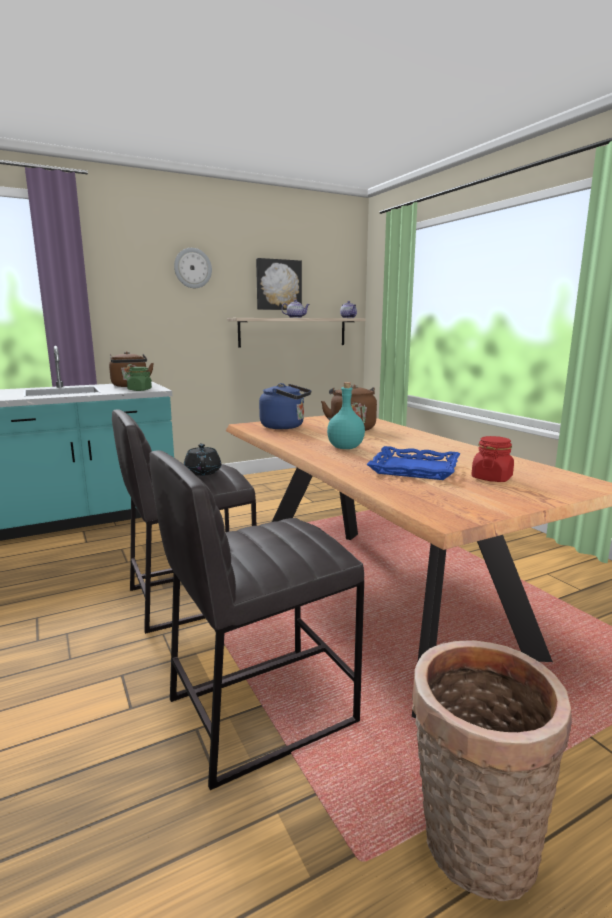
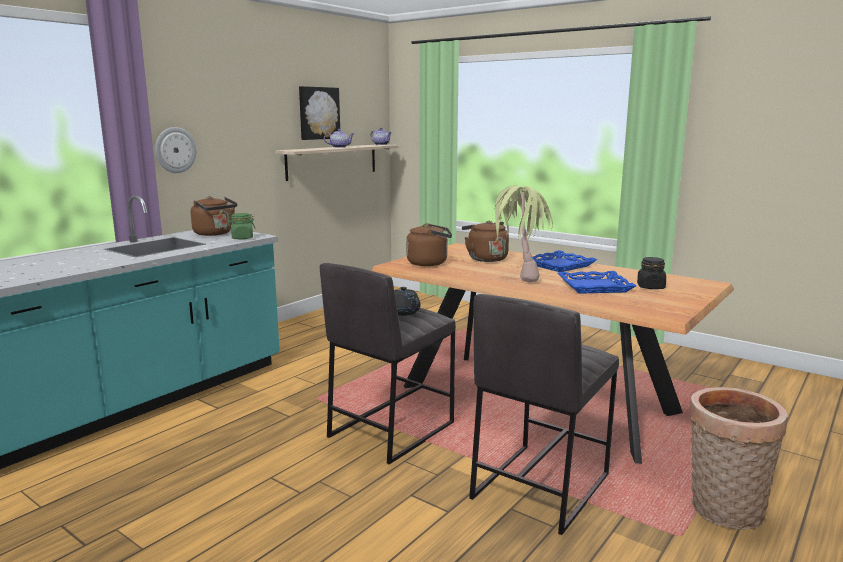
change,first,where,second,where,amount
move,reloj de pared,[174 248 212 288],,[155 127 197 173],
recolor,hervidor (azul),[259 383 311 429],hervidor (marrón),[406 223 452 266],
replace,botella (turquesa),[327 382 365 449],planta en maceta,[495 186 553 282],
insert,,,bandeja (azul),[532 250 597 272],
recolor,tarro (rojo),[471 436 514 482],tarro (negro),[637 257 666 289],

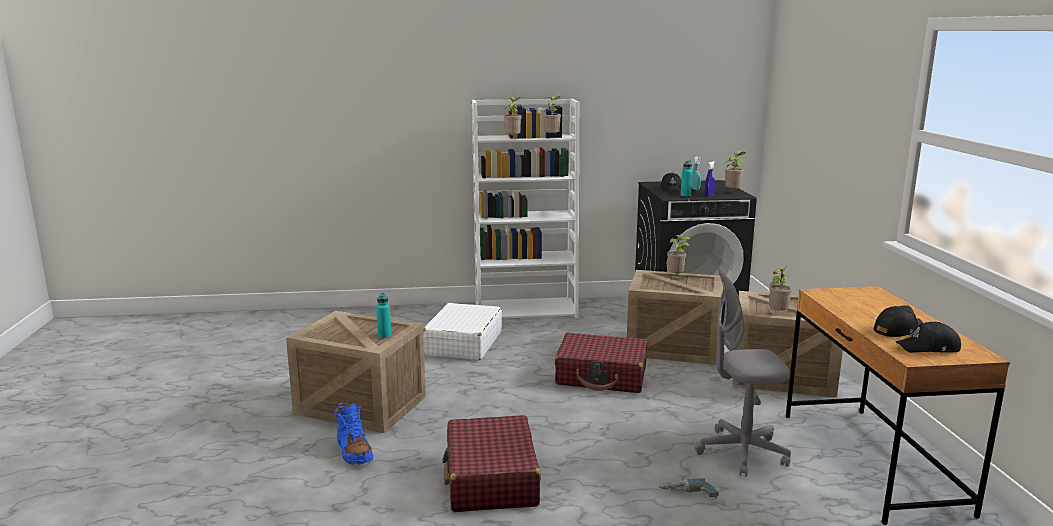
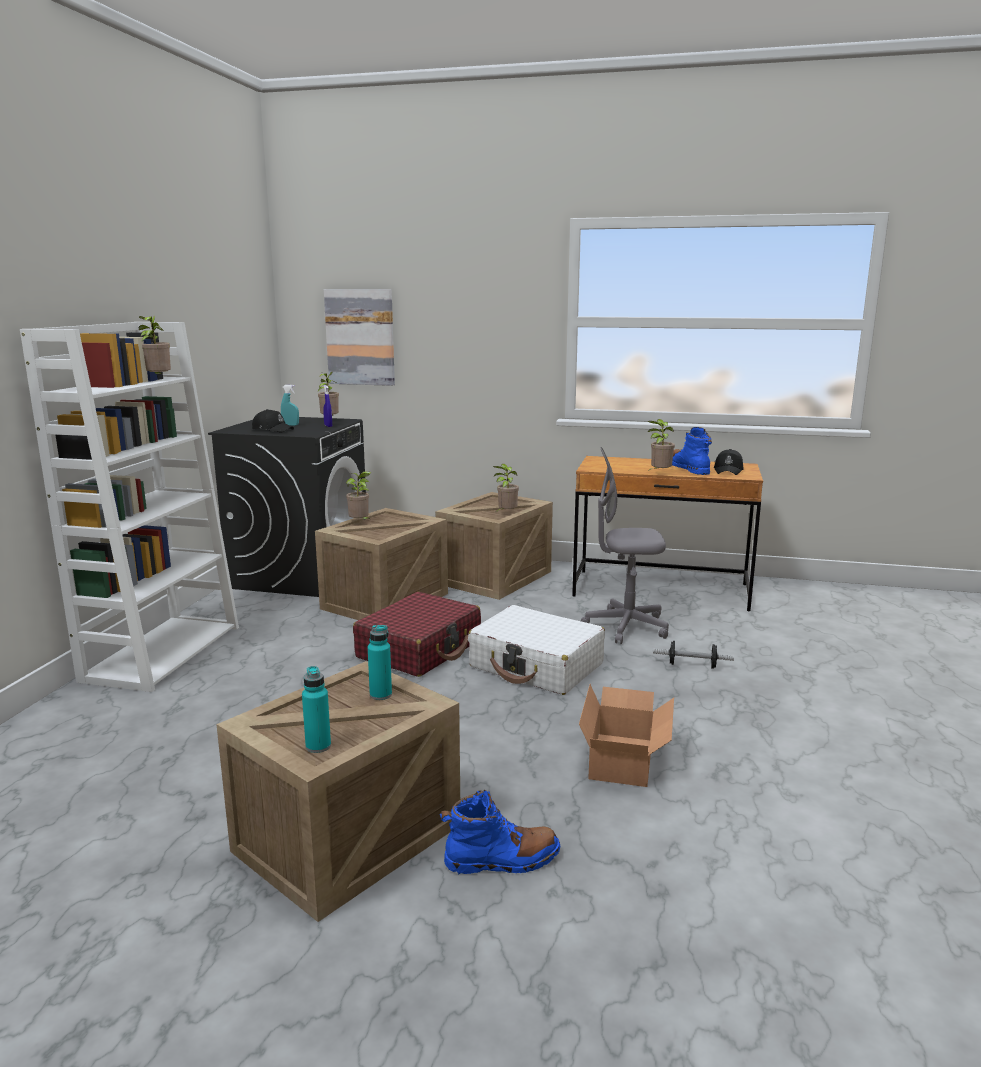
change,first,where,second,where,amount
move,botella (turquesa),[681 160 692 197],,[302 666 331 753],
insert,,,cuadro,[324 289 395 386],
move,maleta (blanco),[423 303 502 360],,[468 605 605 695],
replace,maleta (rojo),[442 415 541 512],caja de cartón,[579 684 674 787],
rotate,silla de oficina (gris),[695 269 791 476],,[581 447 669 644],75 degrees clockwise
move,planta en maceta,[503 97 522 137],,[647 419 675 471],
replace,taladro,[659 478 719 499],mancuerna,[653 641 734 669],
replace,gorra (negro),[874 305 923 337],bota (azul),[672 427 712 475],

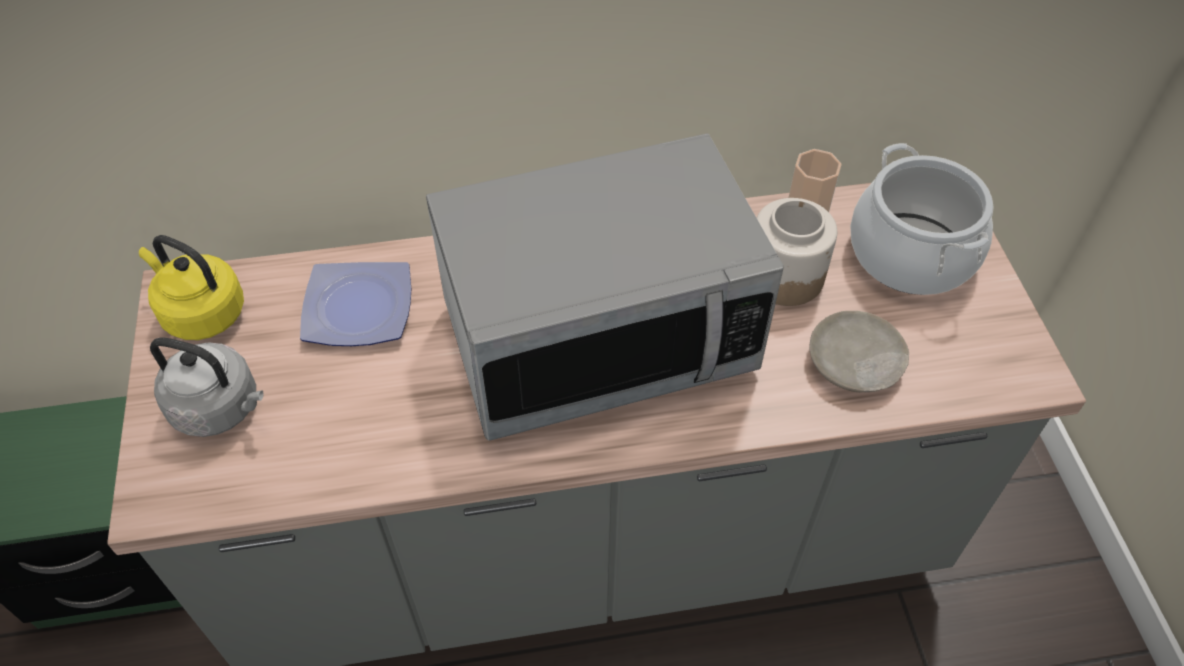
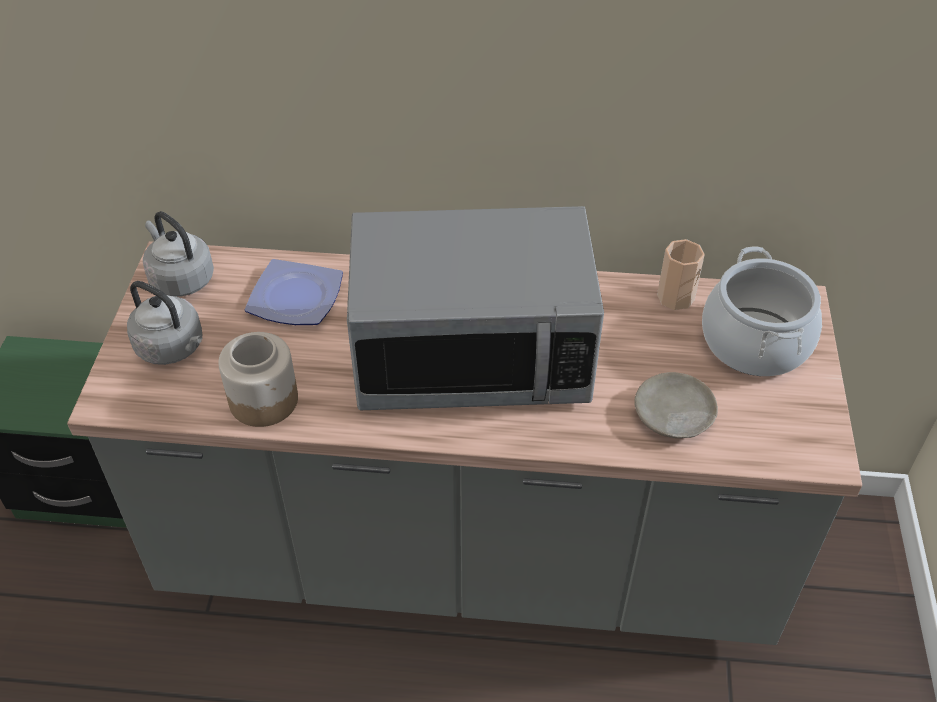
change,first,where,second,where,amount
recolor,hervidor (amarillo),[139 235 244 340],hervidor (gris),[143 211 214 297],
move,tarro,[757 198 837 306],,[218 332 298 427],

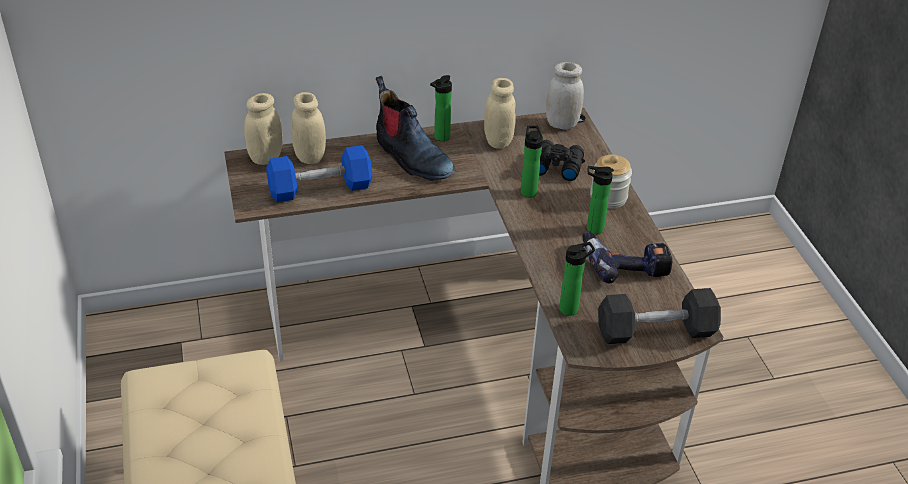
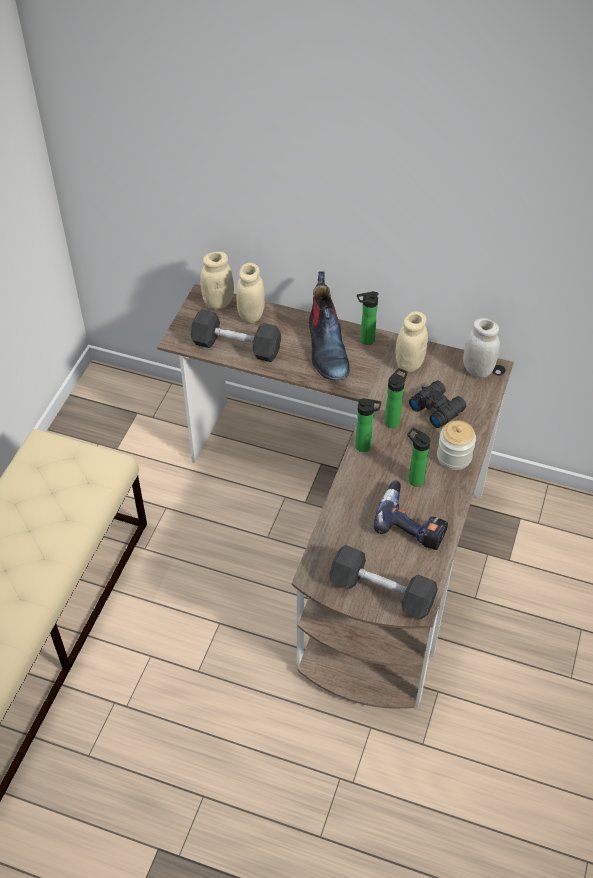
change,first,where,second,where,amount
recolor,mancuerna (azul),[267 145 373 202],mancuerna (gris),[191 309 282 362],
move,botella,[559 242 595 316],,[355 398 381 452],

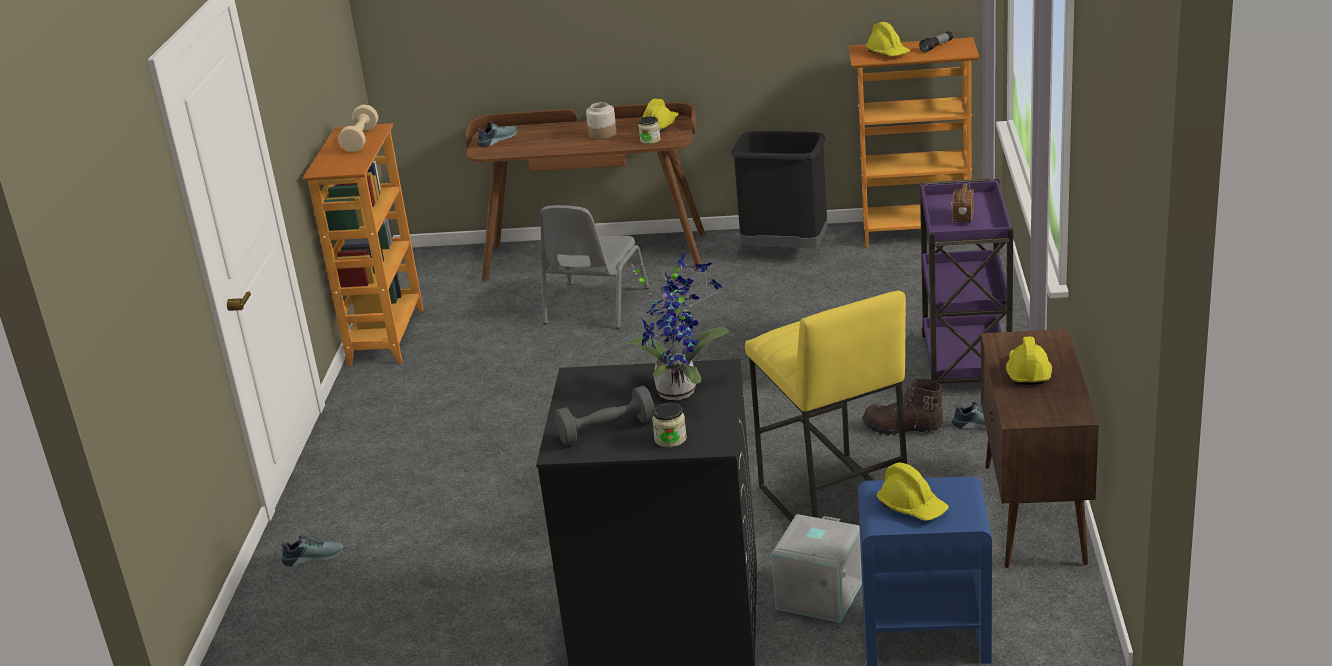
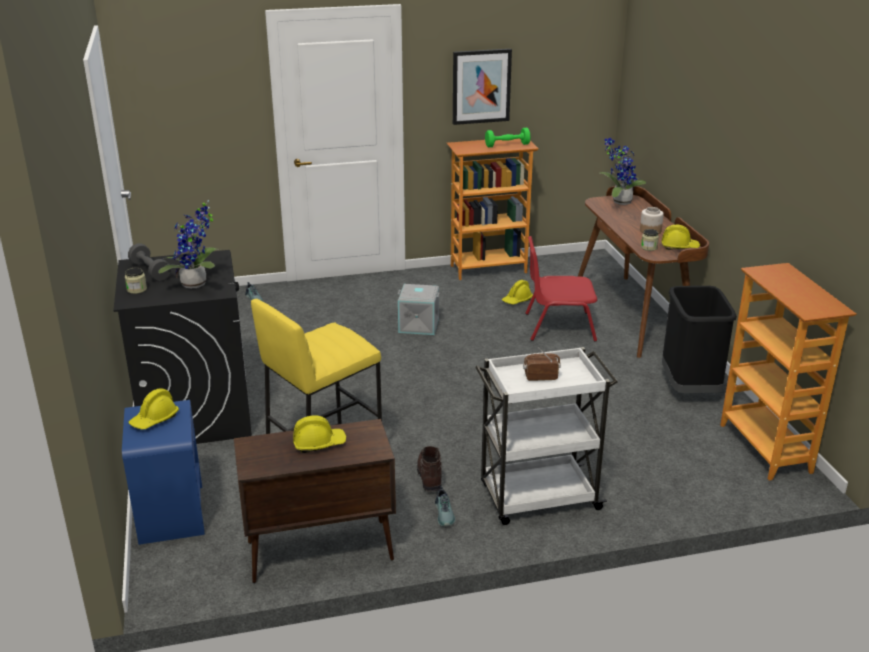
change,first,where,second,where,amount
move,caja de almacenaje (gris),[771 514 862 623],,[398 284 439 335],
insert,,,cuadro,[453 49 512 125],
recolor,carrito (morado),[920 178 1013 384],carrito (blanco),[475 347 618 525],
recolor,mancuerna (beis),[338 105 378 153],mancuerna (verde),[485 128 530 147],
move,casco (amarillo),[865 22 910 56],,[502 280 533 305],
recolor,silla (gris),[540 205 649 329],silla (rojo),[525 236 597 342],
replace,zapato,[477 121 517 147],planta en maceta,[600 138 646 205],
delete,linterna,[919 31 953 52],,,

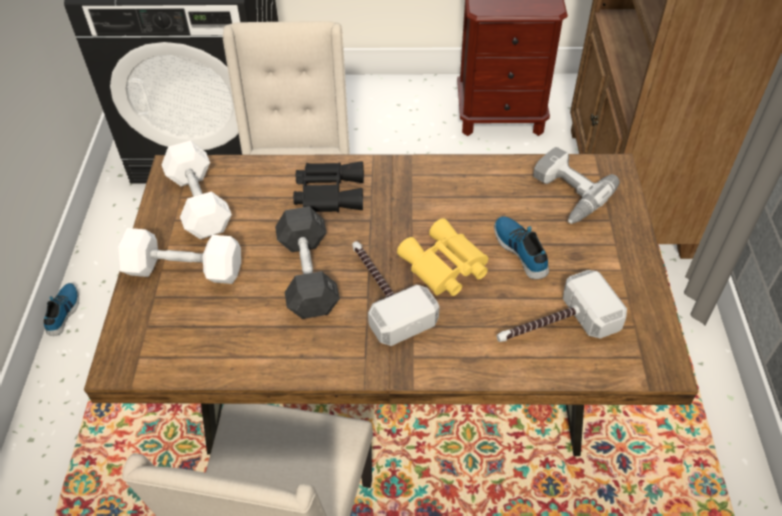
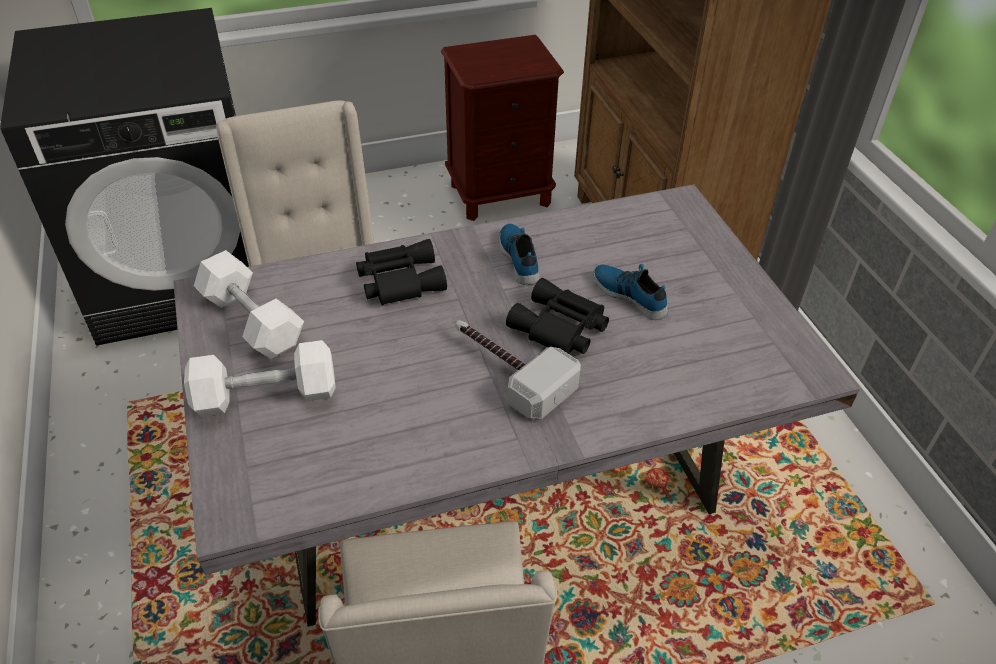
change,first,where,second,where,amount
recolor,mesa de comedor (marrón),[84 154 698 456],mesa de comedor (gris),[173 184 860 627],
move,zapato,[44 283 79 336],,[499 224 540 285],
recolor,prismáticos (amarillo),[397 218 488 296],prismáticos (negro),[506 278 609 354],
delete,mancuerna (gris),[275 206 340 319],,,
delete,martillo,[497 270 627 342],,,
delete,taladro,[533 147 620 224],,,

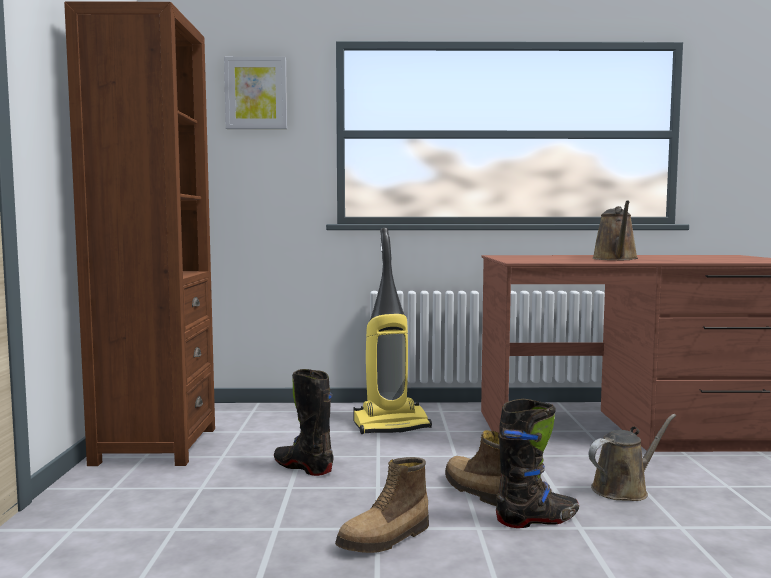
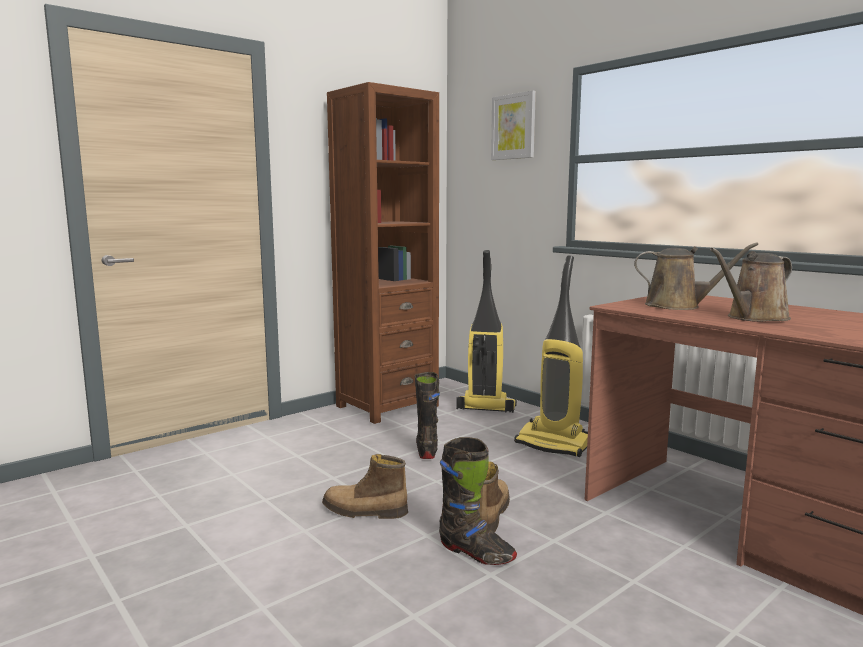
change,first,where,second,where,amount
insert,,,aspiradora,[456 250 517 413],
move,regadera (marrón),[589 414 676 501],,[634 242 758 310],

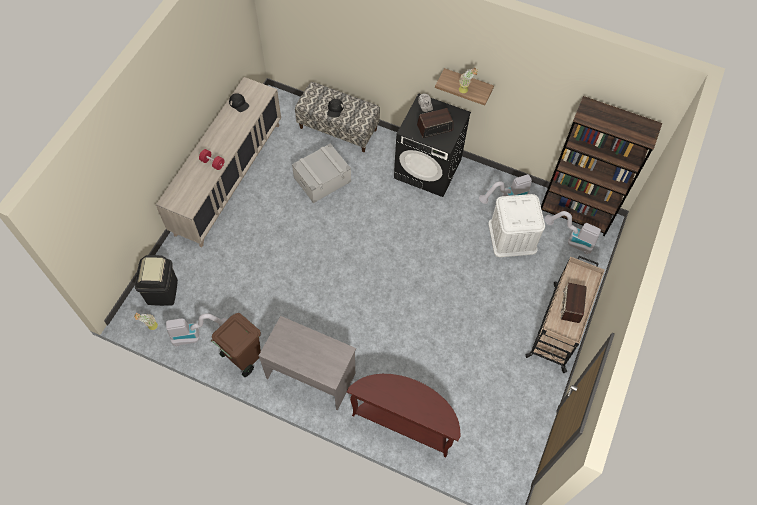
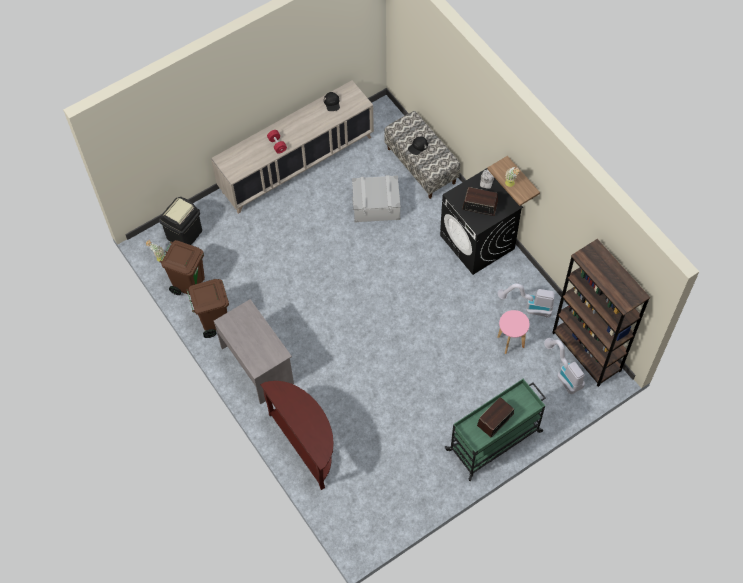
change,first,where,second,where,amount
replace,aspiradora,[166 314 228 346],papelera (marrón),[160 240 205 295],
recolor,carrito (beis),[525 256 605 373],carrito (verde),[445 379 546 481],
replace,caja de almacenaje (blanco),[488 194 545 257],taburete (rosa),[497 310 530 354],

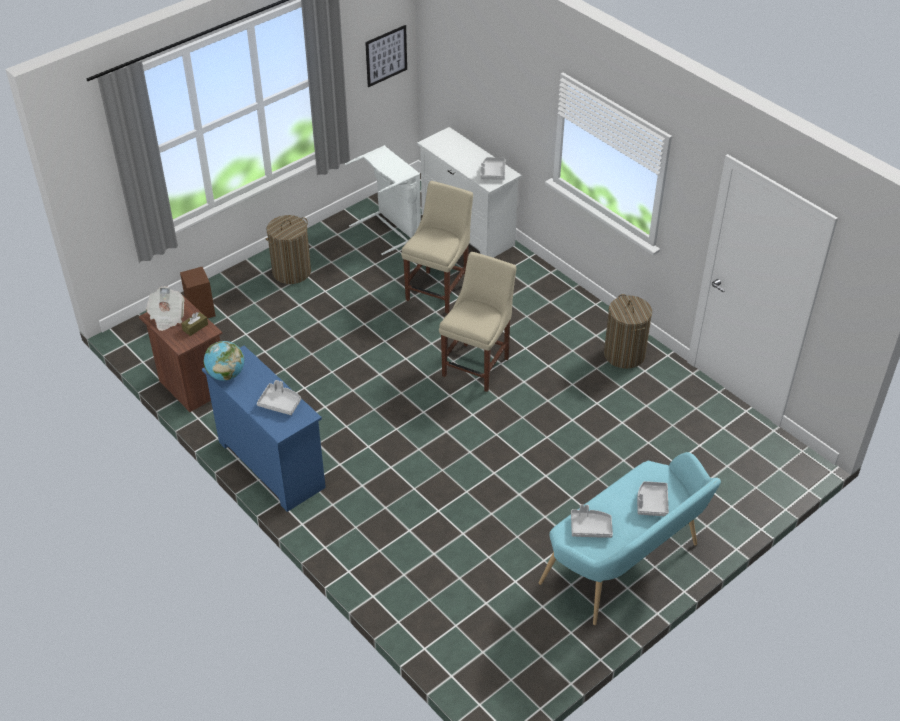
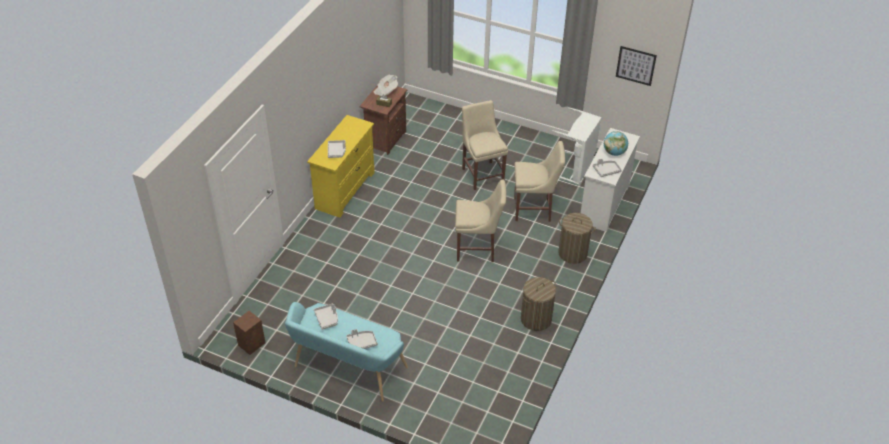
change,first,where,second,where,amount
move,altavoz (marrón),[180 267 216 318],,[233 311 265 355],
recolor,cómoda (azul),[202 345 326 512],cómoda (amarillo),[307 115 375 218],
insert,,,silla (beis),[462 100 508 190],
move,cesto de la ropa,[266 215 311 284],,[558 213 596 264],
move,globo terráqueo,[204 341 244 381],,[604 131 628 156],

